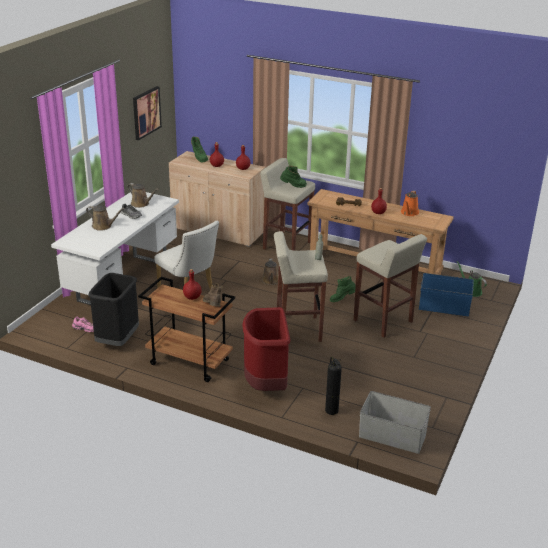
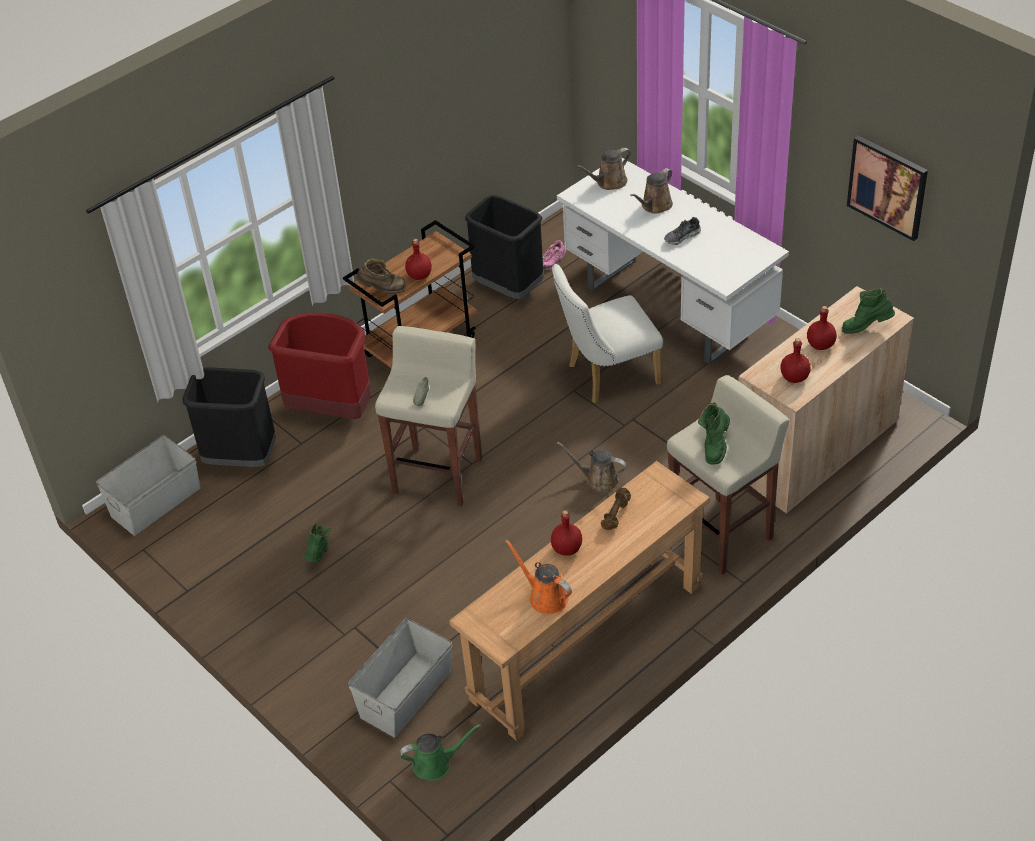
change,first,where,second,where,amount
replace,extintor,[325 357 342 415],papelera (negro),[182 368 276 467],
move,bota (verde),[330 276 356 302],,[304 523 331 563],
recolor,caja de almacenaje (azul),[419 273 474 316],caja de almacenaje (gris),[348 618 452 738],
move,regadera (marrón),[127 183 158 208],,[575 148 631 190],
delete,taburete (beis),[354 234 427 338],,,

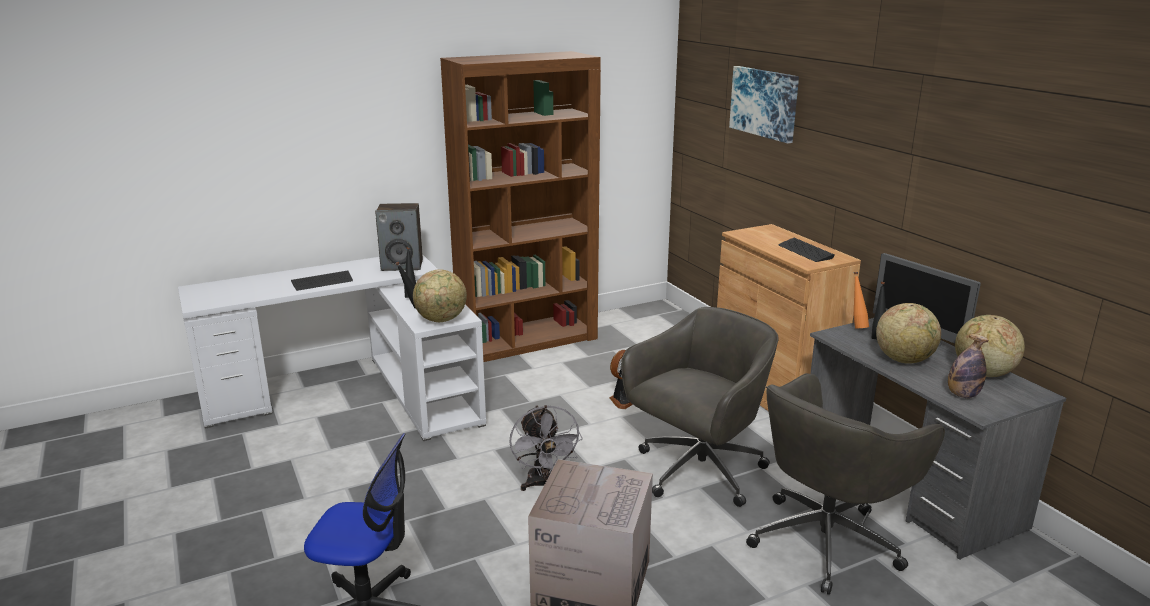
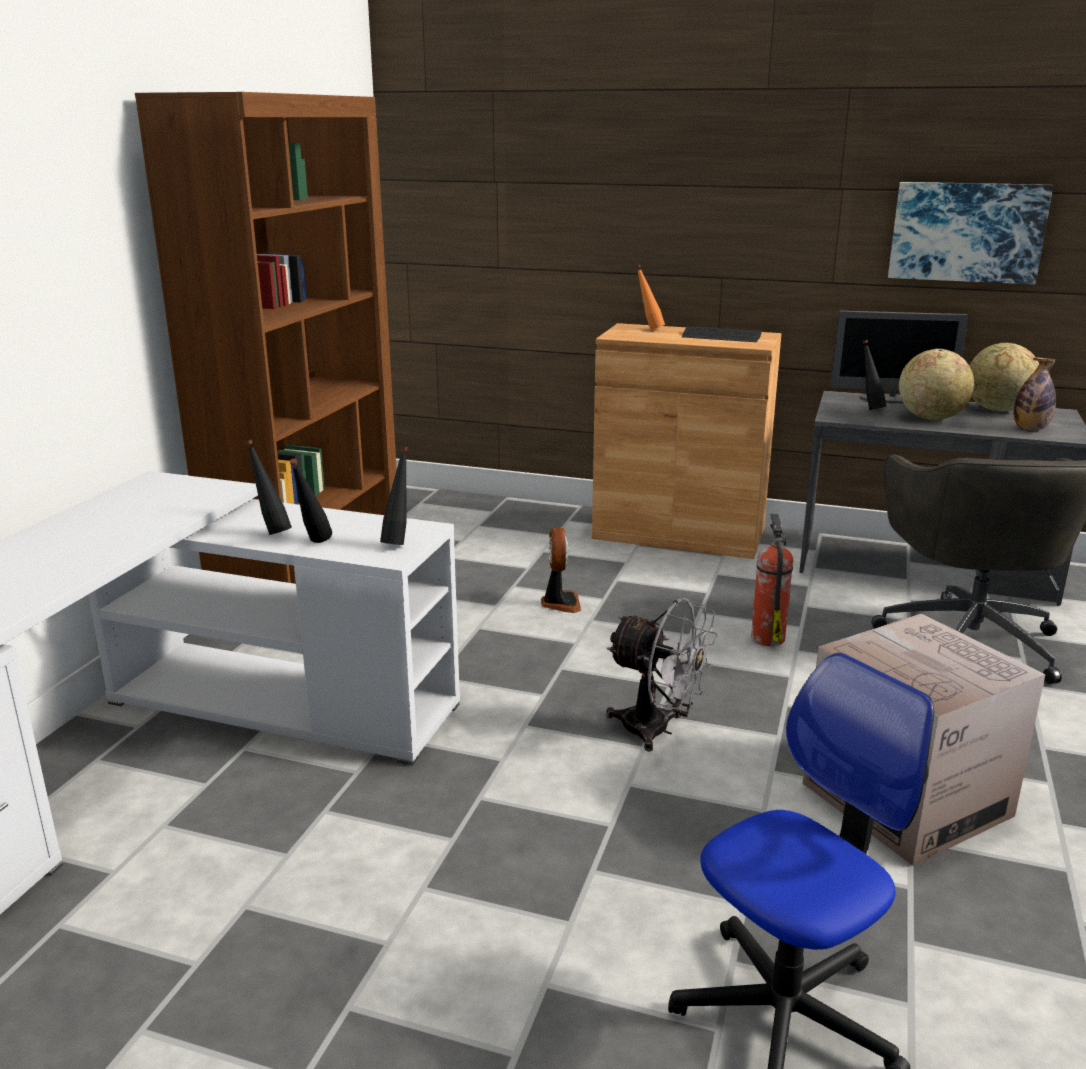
change,first,where,second,where,amount
replace,globo terráqueo,[413 269 467 322],botella (negro),[380 446 408 545],
move,botella (naranja),[854 272 869 328],,[636 265 665 330],
replace,silla de oficina (gris),[621 307 779 507],extintor,[751 514 793 646],
move,cuadro,[729 66 799 143],,[888 182 1053 284],
delete,teclado,[291 271 353 291],,,
delete,altavoz,[375 203 423 271],,,

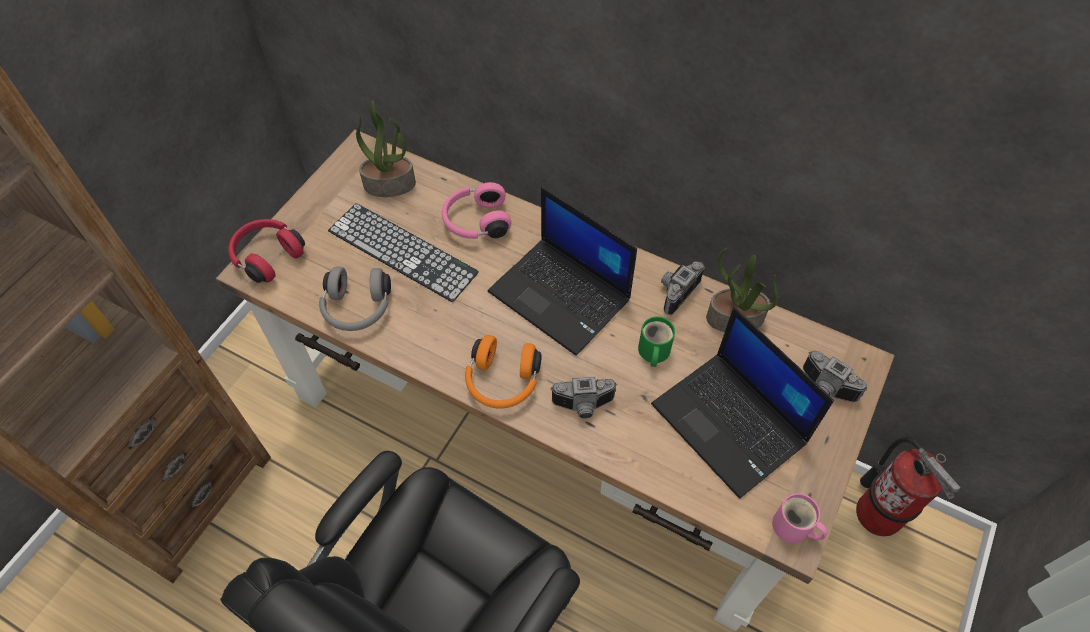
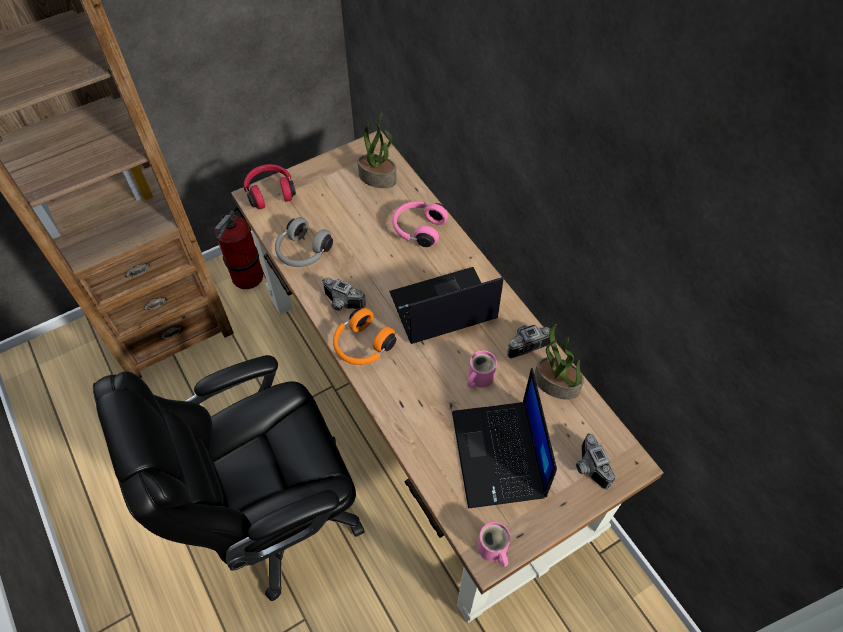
change,first,where,second,where,amount
move,extintor,[856 437 960 536],,[214 207 263 289],
move,cámara,[550 377 617 419],,[322 278 366 311],
rotate,portátil,[488 187 637 356],,[389 267 503 344],90 degrees clockwise
recolor,taza grande (verde),[638 316 675 367],taza grande (rosa),[467 350 497 388],
delete,teclado,[328 203 479 302],,,

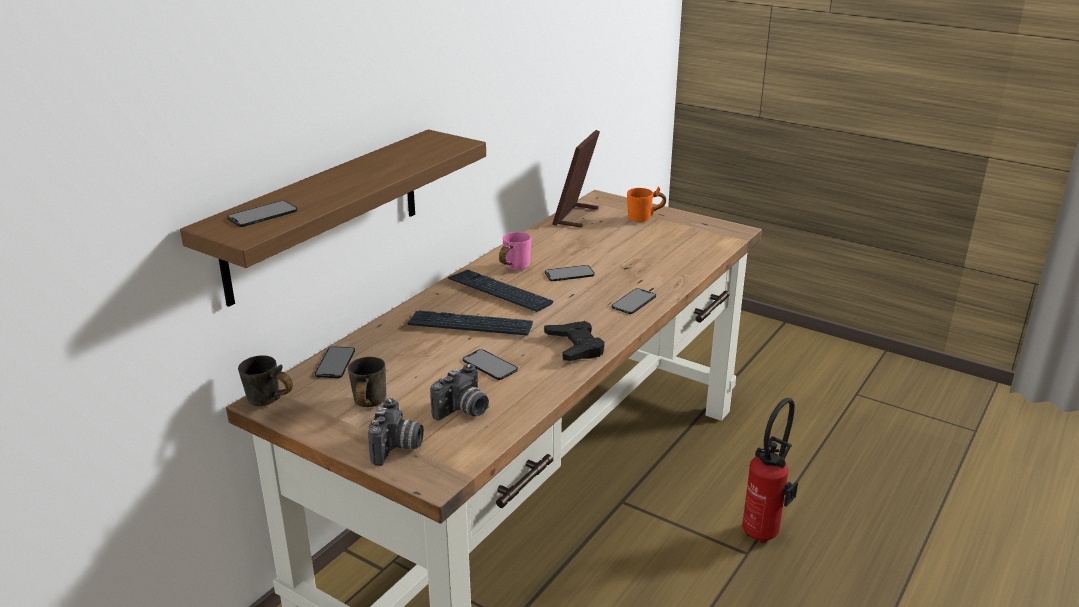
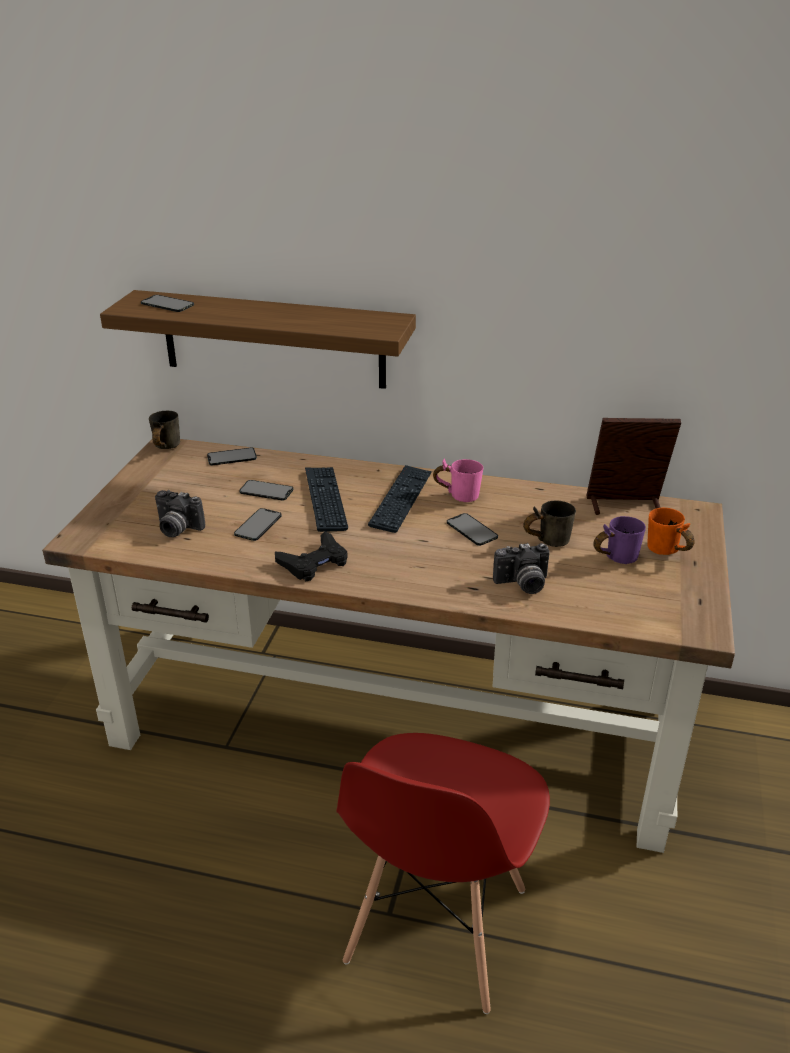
change,first,where,second,where,amount
move,móvil,[612 288 656 314],,[239 480 293 501],
replace,extintor,[742 398 798 543],silla (rojo),[336 733 550 1014],
move,cámara,[368 398 424 466],,[493 543 550 594],
move,taza grande (gris),[348 357 386 407],,[523 500 576 547],
insert,,,taza grande (morado),[593 516 646 564],

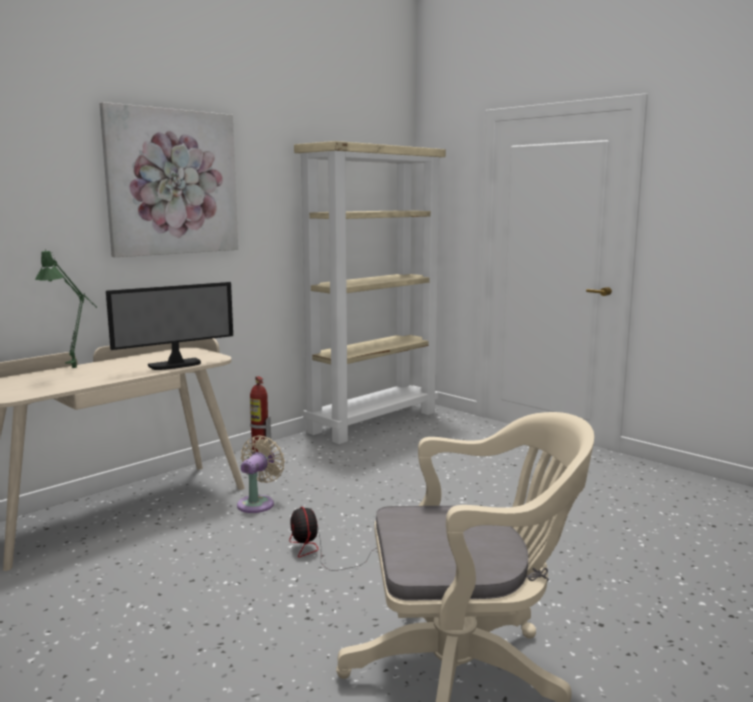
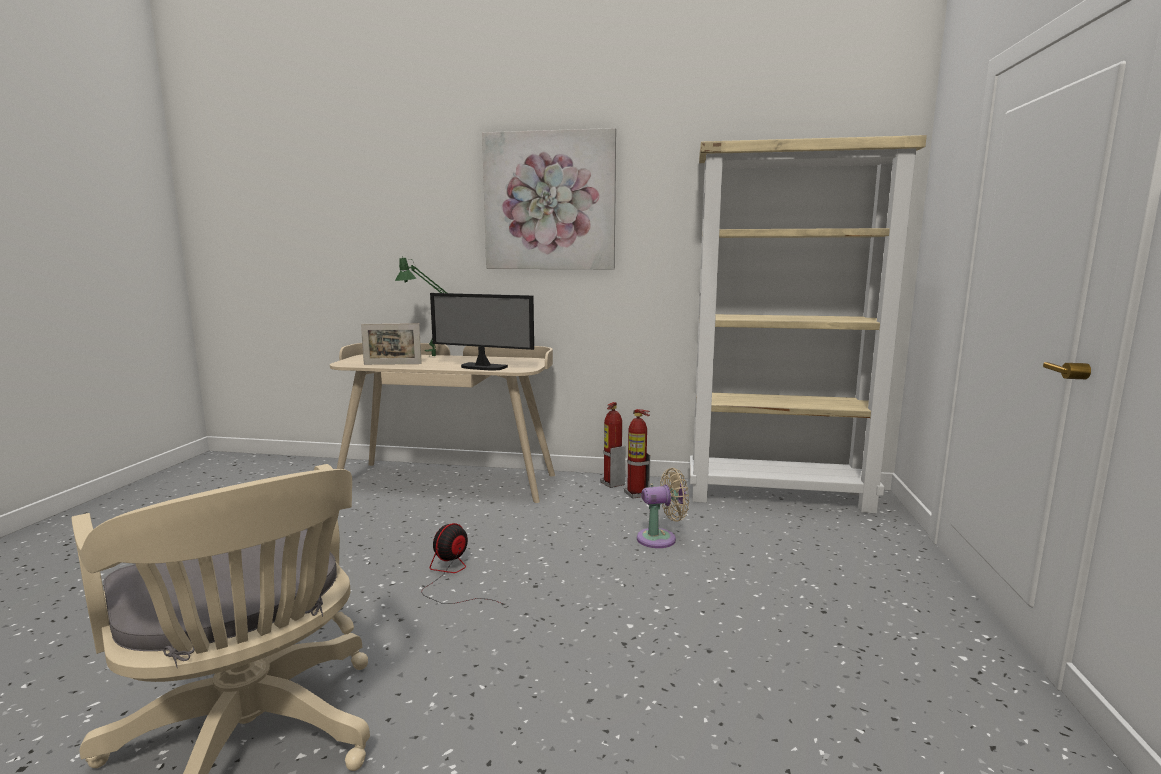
change,first,where,second,where,amount
insert,,,portarretratos,[361 323 422 365],
insert,,,extintor,[624 409 650 499],
move,ventilador (beis),[237 435 285 513],,[637 468 689 548],

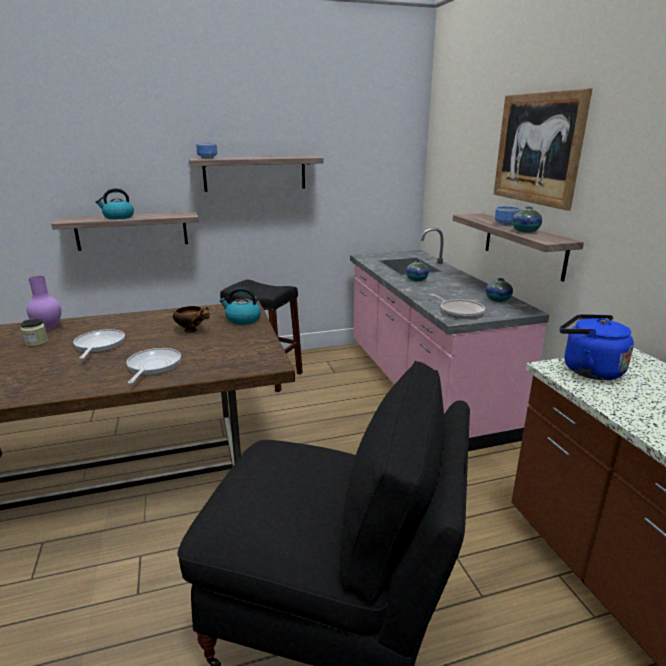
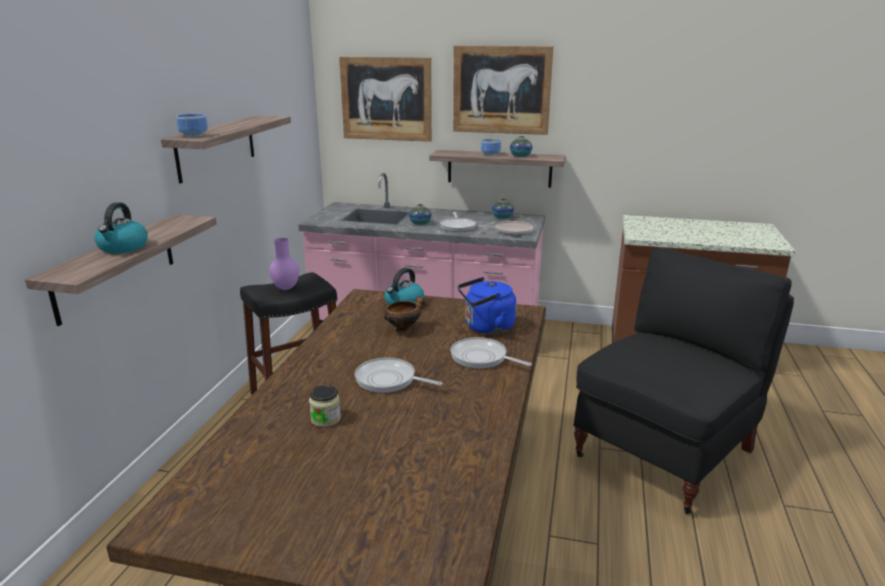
change,first,where,second,where,amount
move,florero (morado),[27 276 61 330],,[269 238 299 290],
insert,,,cuadro,[339 57 432 142],
insert,,,sartén,[440 212 476 232],
move,hervidor (azul),[560 314 634 380],,[458 277 516 335],

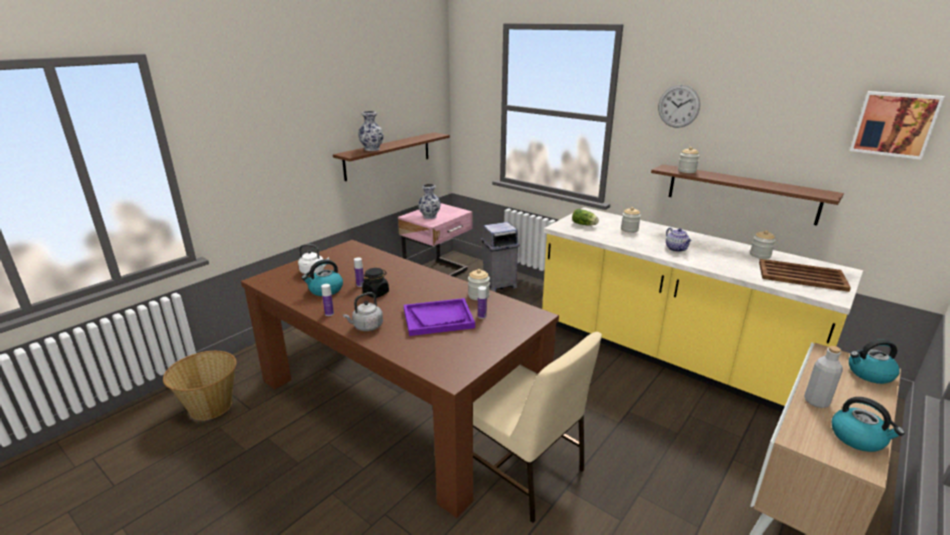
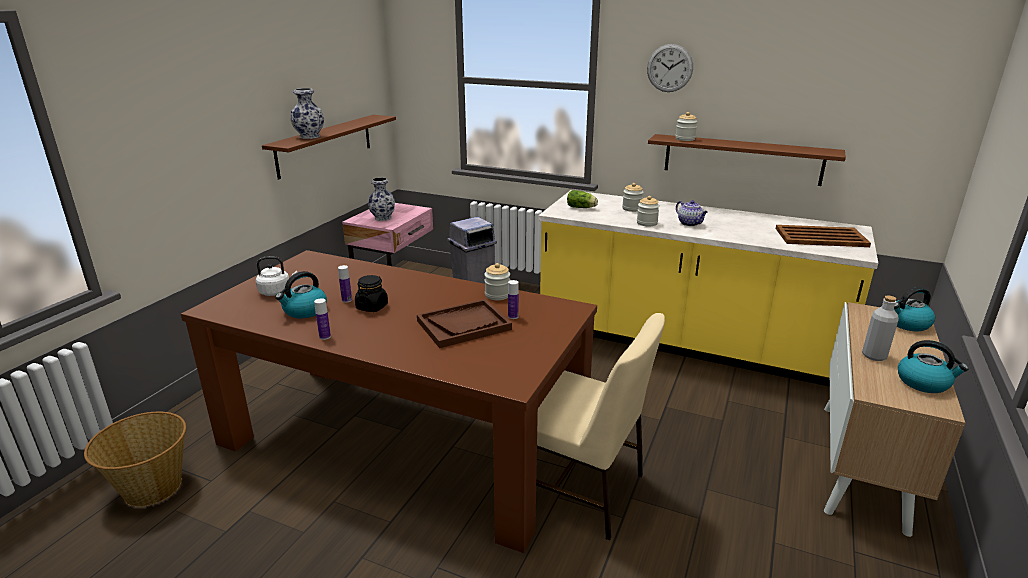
change,first,where,second,where,amount
recolor,bandeja (morado),[404 298 475 336],bandeja (marrón),[417 299 512 348],
move,tarro,[750 230 776 259],,[637 196 660 226],
delete,hervidor (gris),[343 292 383 331],,,
delete,cuadro,[850 91 944 160],,,

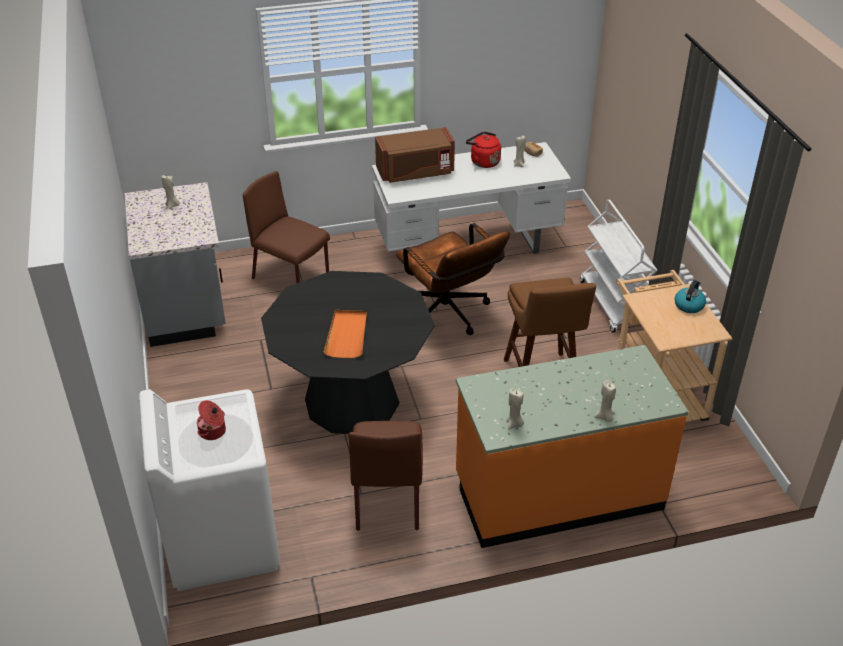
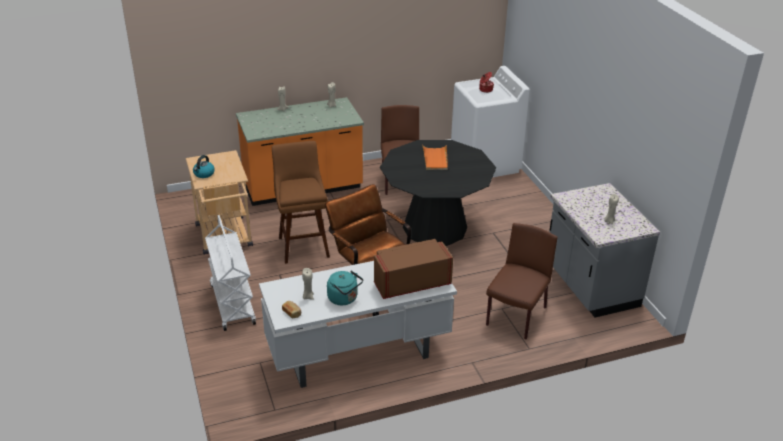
change,first,where,second,where,amount
recolor,hervidor (rojo),[466 132 501 168],hervidor (turquesa),[327 270 363 305],
rotate,silla (marrón),[242 171 330 283],,[486 223 558 340],90 degrees counterclockwise

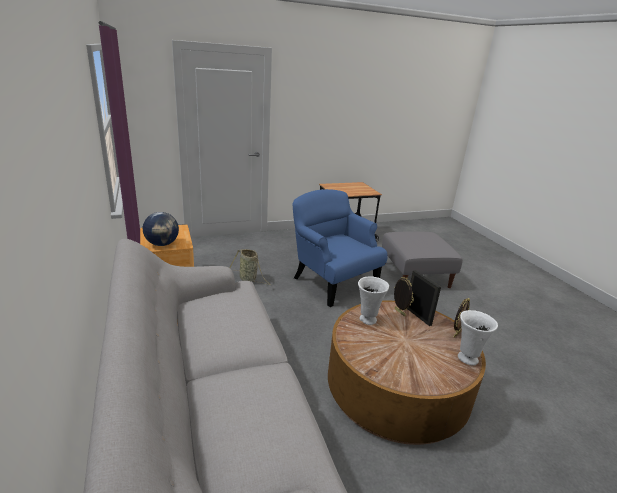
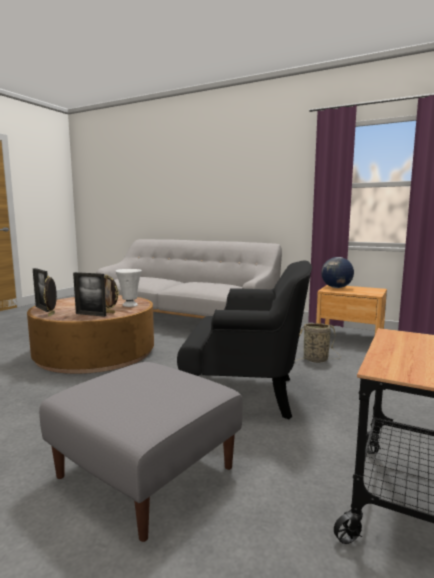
change,first,where,second,where,amount
replace,florero (blanco),[458 310 498 365],portarretratos,[33 268 50 312],
recolor,sillón (azul),[293 189 388 307],sillón (negro),[177 261 312 419],

